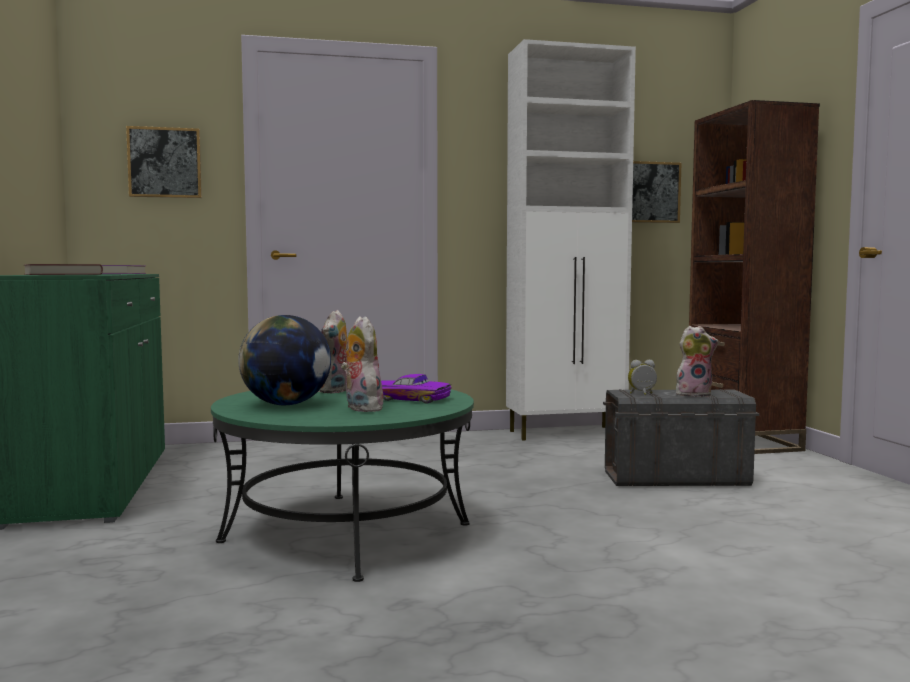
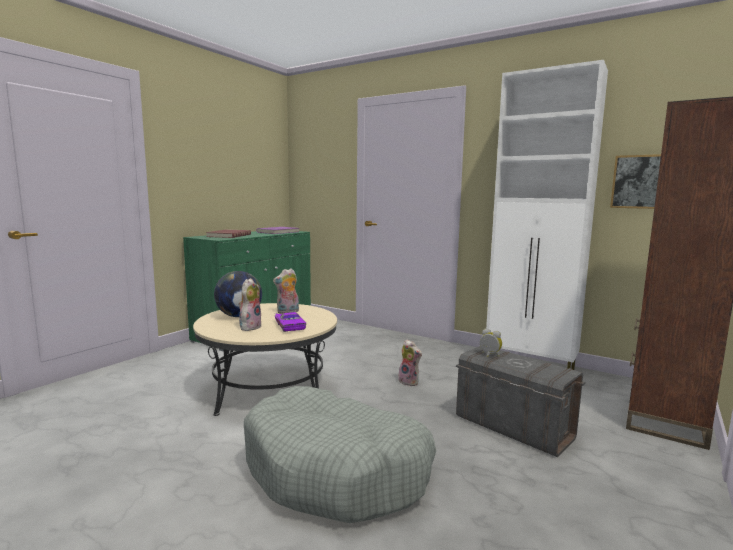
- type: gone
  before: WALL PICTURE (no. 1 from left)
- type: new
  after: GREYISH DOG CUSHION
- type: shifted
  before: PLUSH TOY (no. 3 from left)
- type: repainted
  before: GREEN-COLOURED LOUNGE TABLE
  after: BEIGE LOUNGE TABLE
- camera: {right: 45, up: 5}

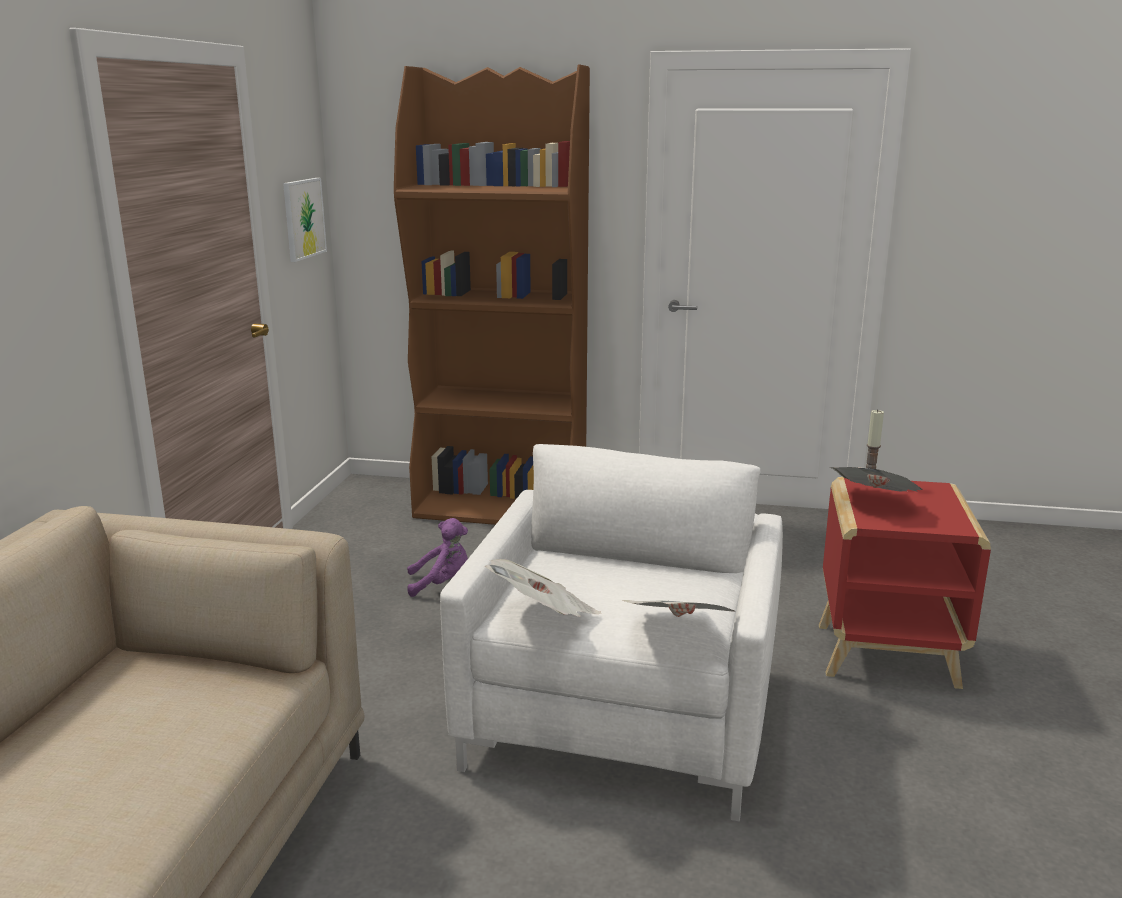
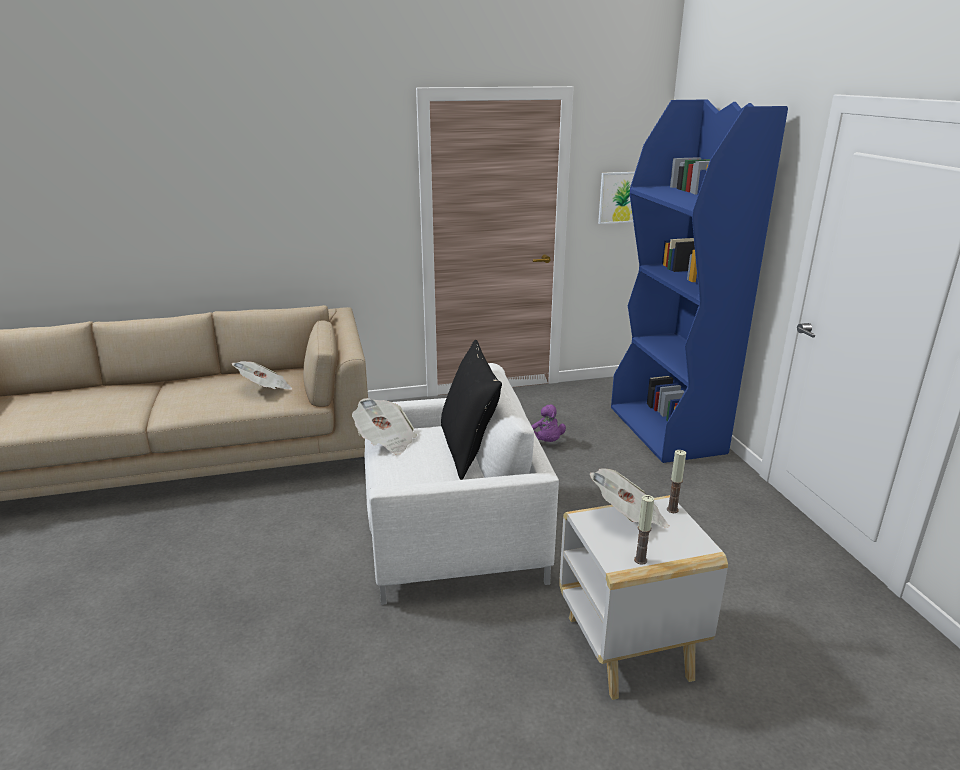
- type: new
  after: BLACKISH PILLOW
- type: new
  after: WAX CANDLE (no. 1 from left)
- type: shifted
  before: PRINTED PAPER (no. 2 from left in the first image)
  after: PRINTED PAPER (no. 1 from left)
- type: repainted
  before: BROWN BOOKSHELF
  after: BLUE-COLOURED BOOKSHELF
- type: repainted
  before: RED SIDE TABLE
  after: WHITISH SIDE TABLE
- camera: {right: 65, up: 5}

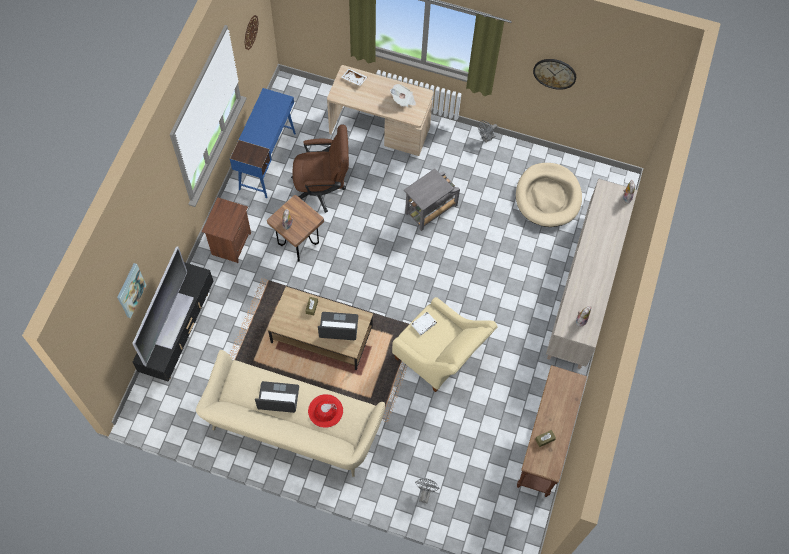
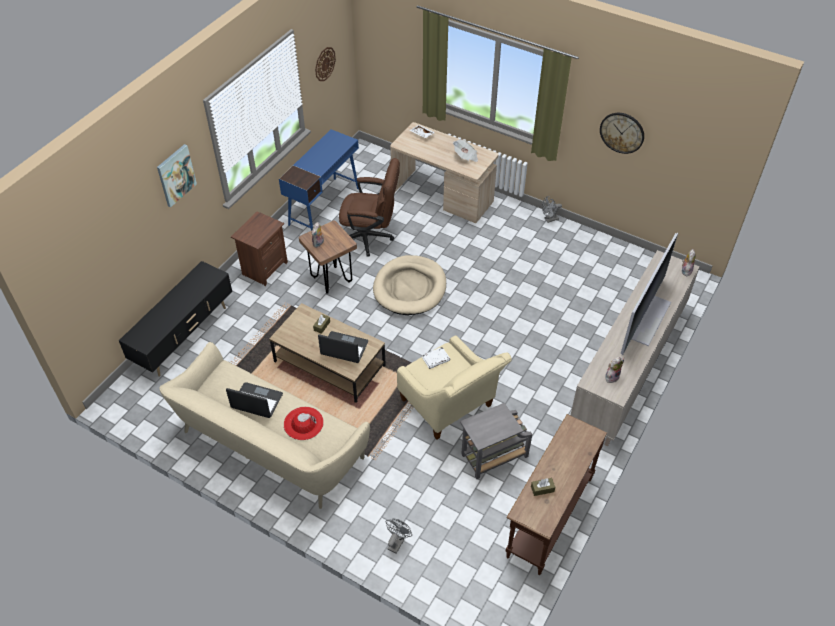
- type: shifted
  before: WALL PICTURE
- type: shifted
  before: TV SET
- type: shifted
  before: GREYISH SIDE TABLE
- type: shifted
  before: BEIGE DOG CUSHION
- camera: {right: 15, up: -15}

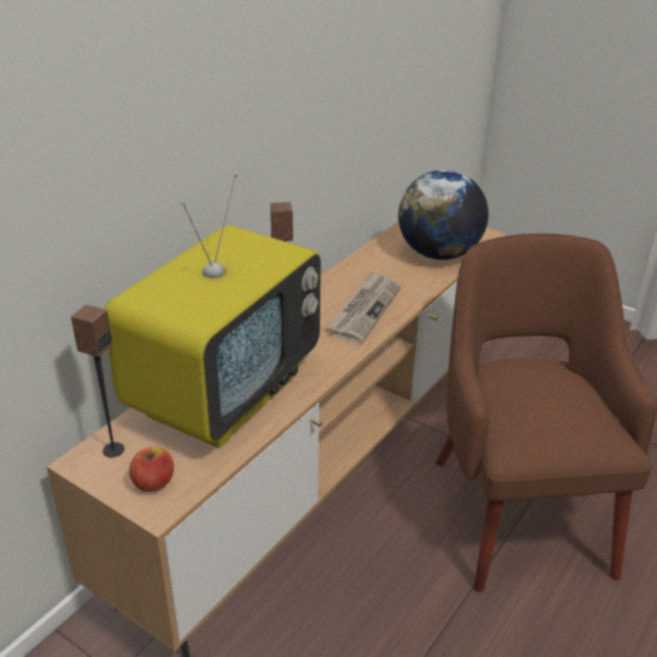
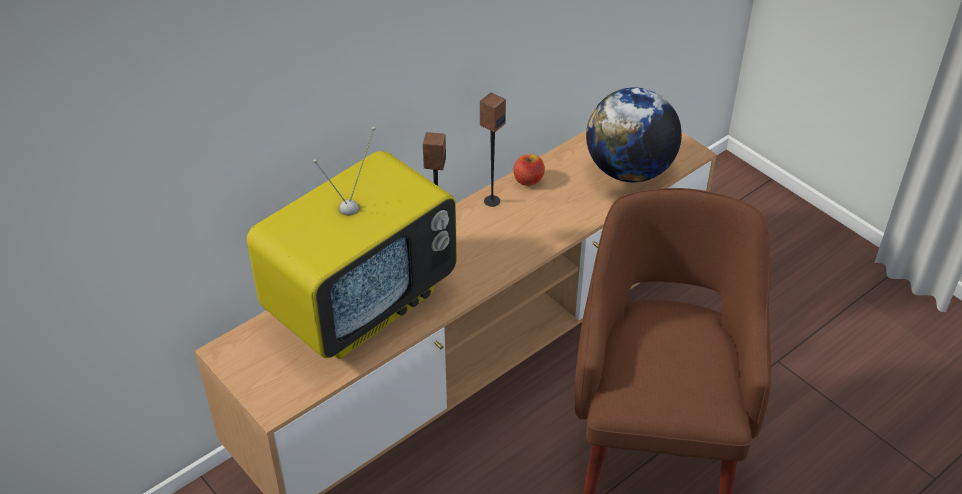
- type: gone
  before: PRINTED PAPER
- type: shifted
  before: SPEAKER (no. 1 from left in the first image)
  after: SPEAKER (no. 2 from left)
- type: shifted
  before: WHOLE APPLE
- camera: {right: 15, up: 10}

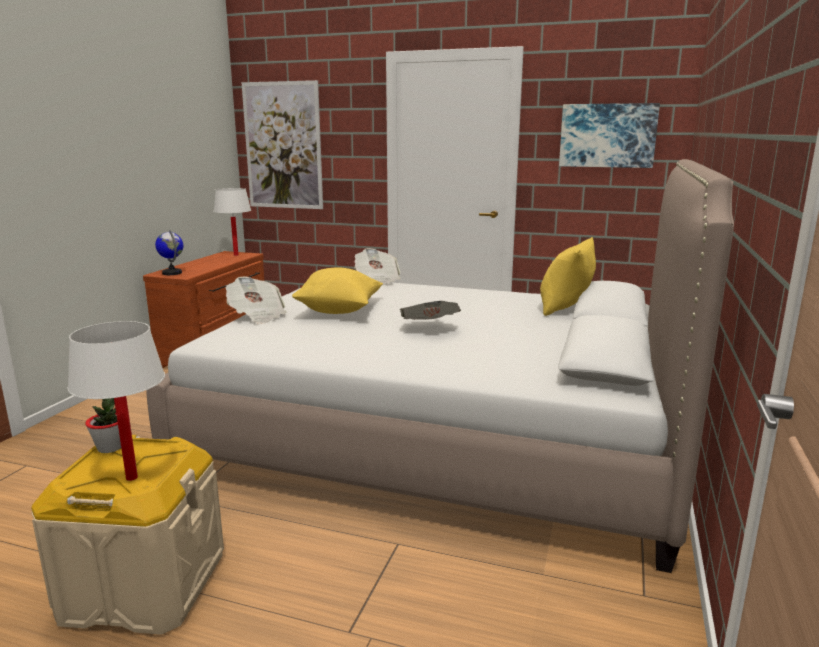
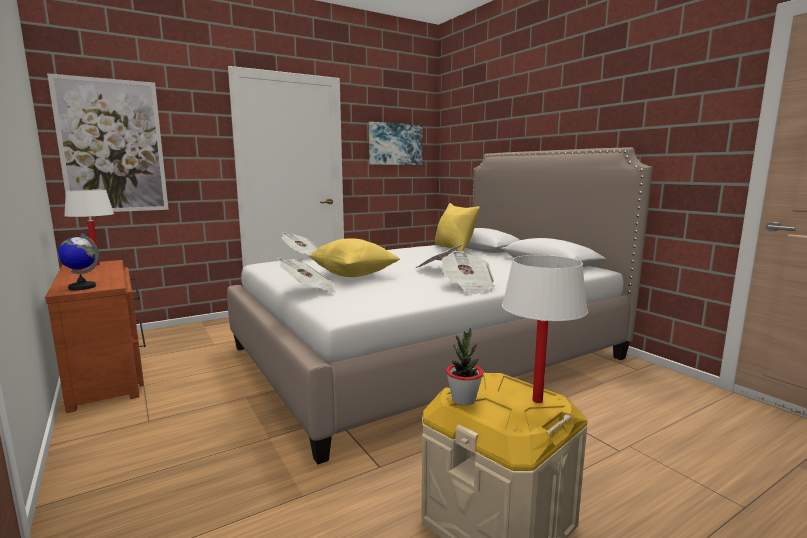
- type: new
  after: PRINTED PAPER (no. 4 from left)
- camera: {right: -50, up: -5}

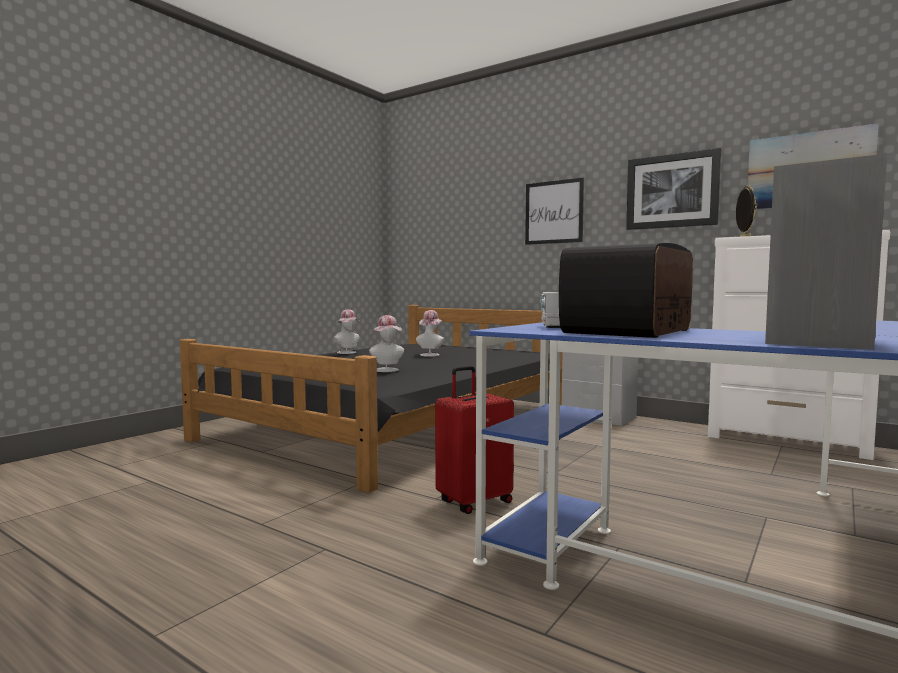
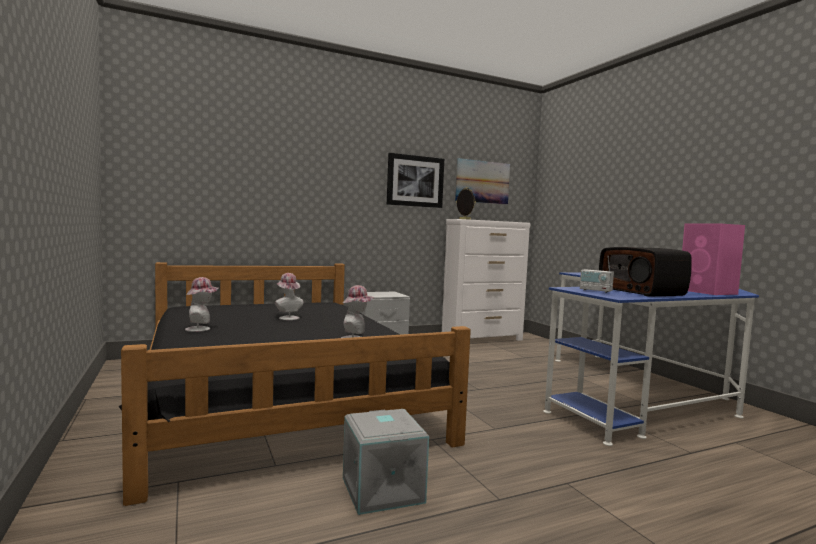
- type: gone
  before: RED SUITCASE
- type: gone
  before: WALL PICTURE (no. 1 from left)
- type: new
  after: GREYISH STORAGE BOX
- type: repainted
  before: GREYISH SPEAKER
  after: PINK-COLOURED SPEAKER
- camera: {right: -60, up: 0}

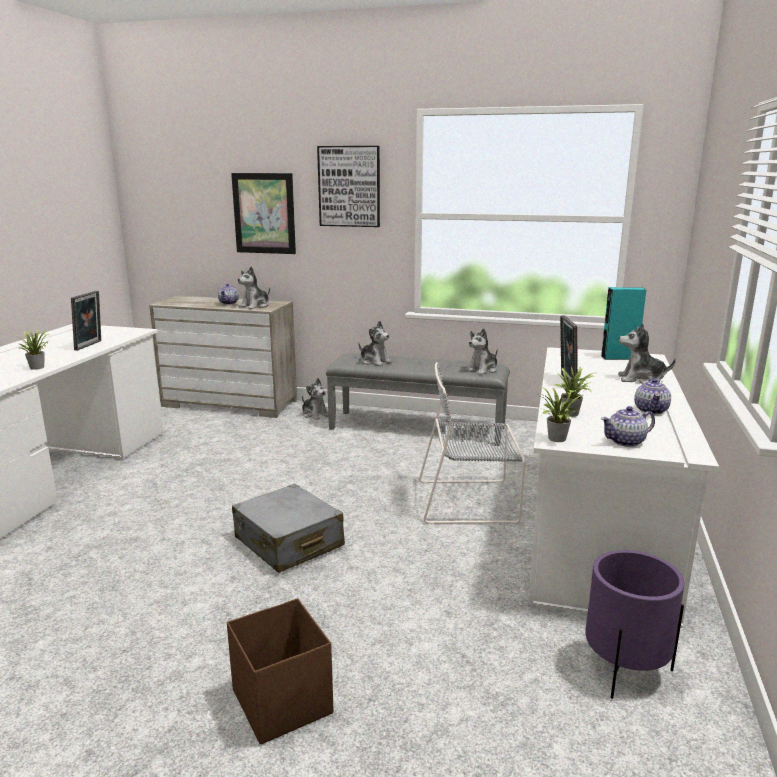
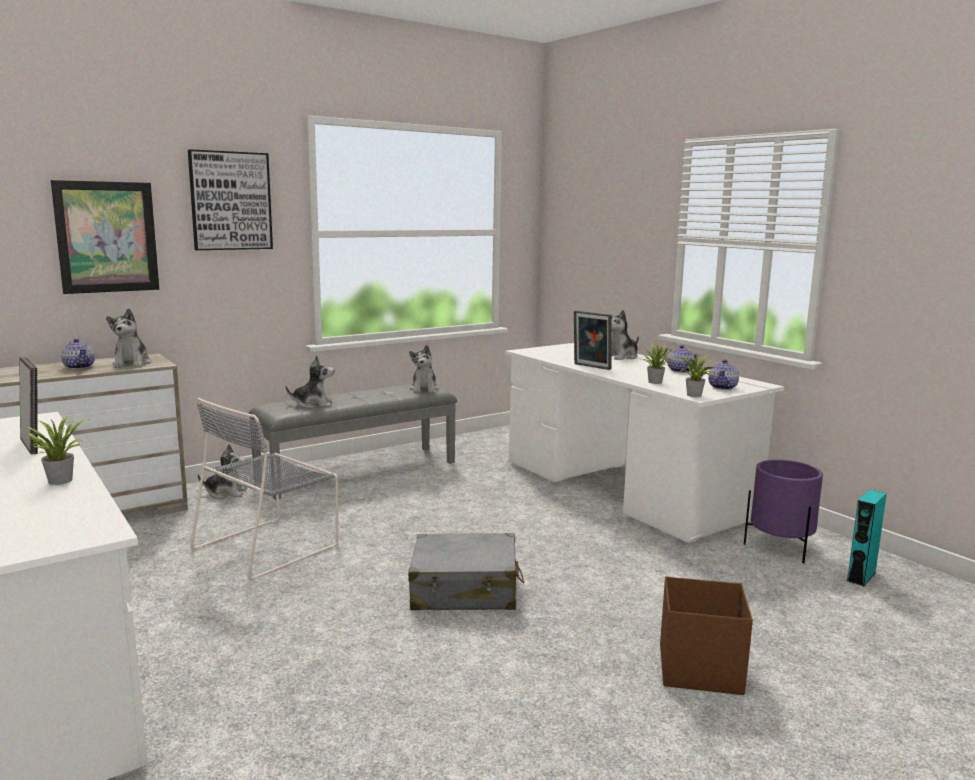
- type: shifted
  before: GREYISH UPRIGHT CHAIR
- type: shifted
  before: TURQUOISE SPEAKER
- camera: {right: -50, up: -5}

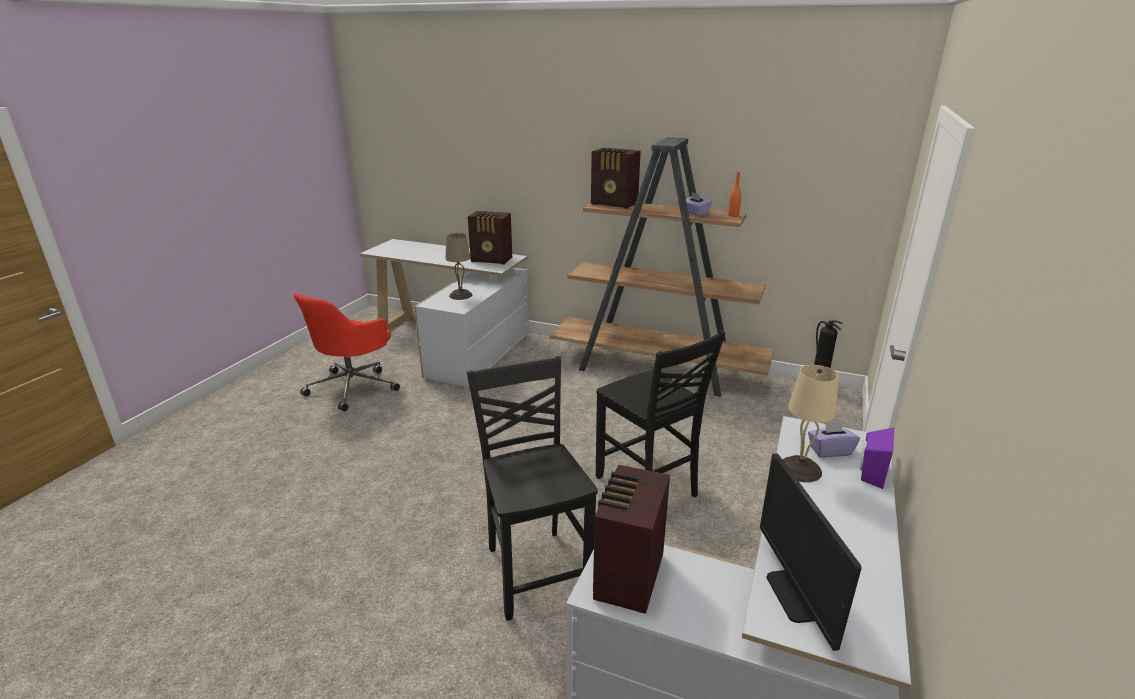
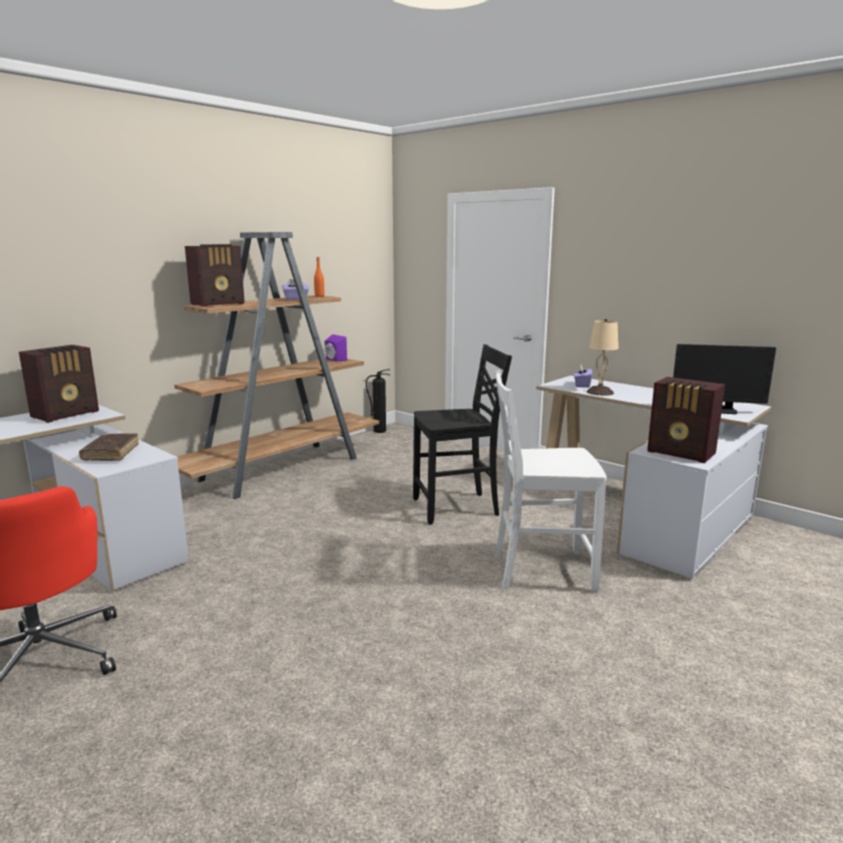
- type: shifted
  before: PURPLISH SPEAKER
- type: swapped
  before: BEIGE TABLE LAMP (no. 1 from left)
  after: BROWN VOLUME
- type: repainted
  before: BLACKISH UPRIGHT CHAIR (no. 1 from left)
  after: WHITISH UPRIGHT CHAIR
- camera: {right: -70, up: -10}

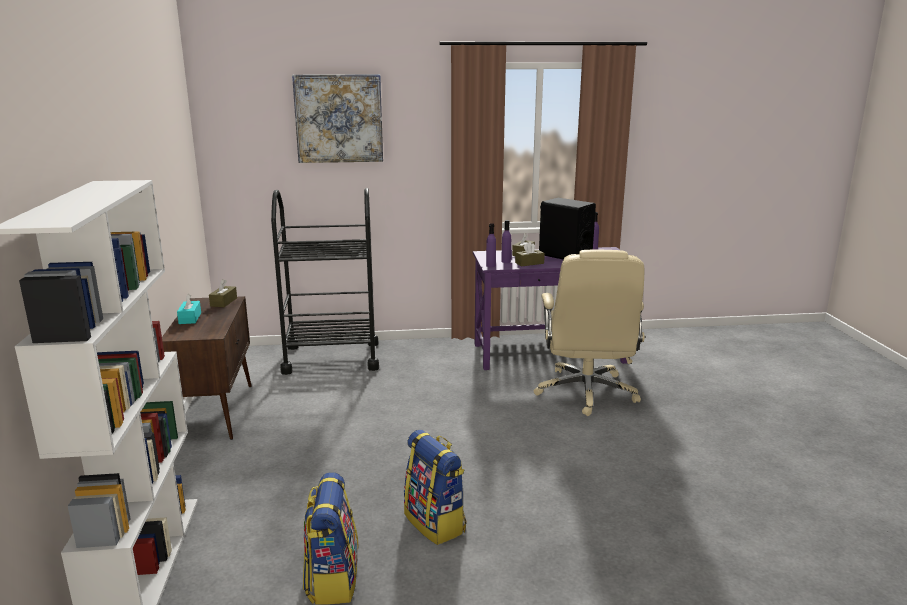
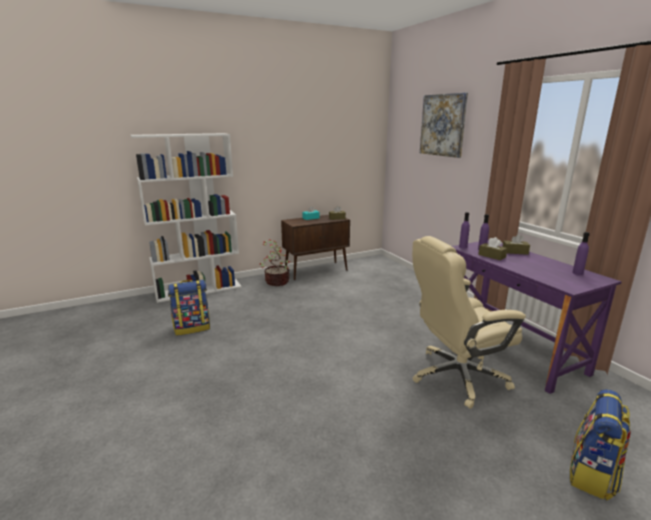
- type: gone
  before: BLACKISH CART
- type: gone
  before: BLACKISH SPEAKER
- type: new
  after: POTTED PLANT
- type: shifted
  before: BACKPACK (no. 2 from left)
- camera: {right: 70, up: 0}

